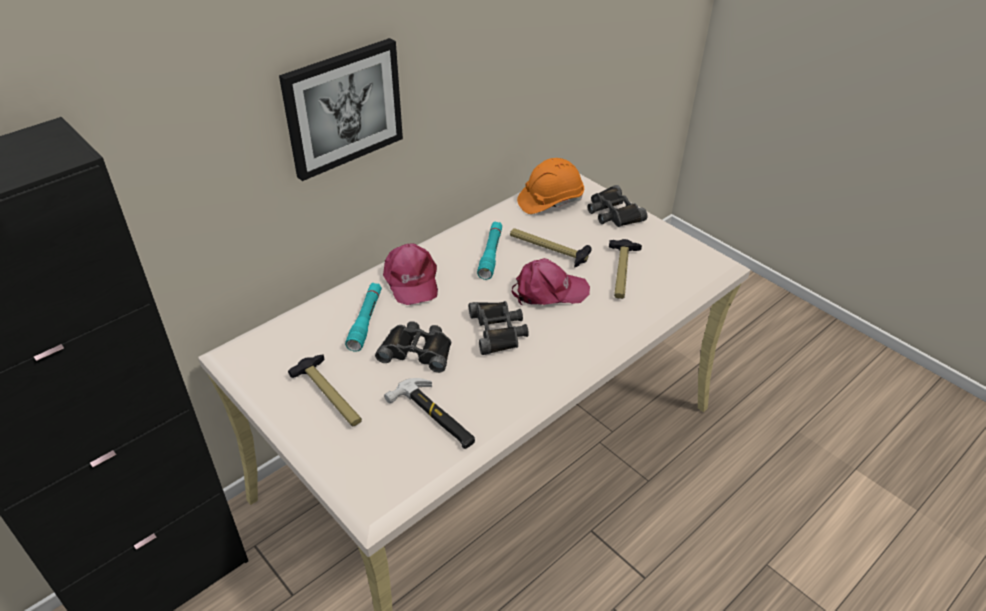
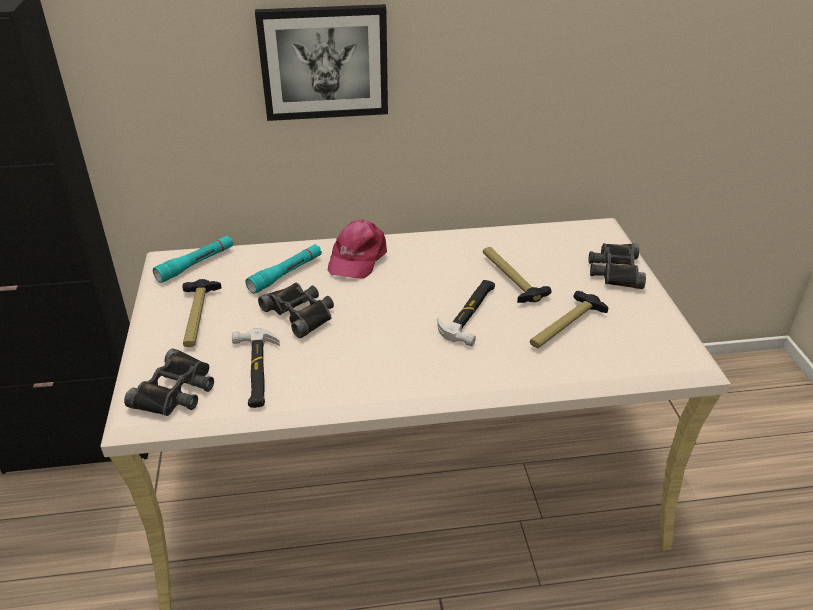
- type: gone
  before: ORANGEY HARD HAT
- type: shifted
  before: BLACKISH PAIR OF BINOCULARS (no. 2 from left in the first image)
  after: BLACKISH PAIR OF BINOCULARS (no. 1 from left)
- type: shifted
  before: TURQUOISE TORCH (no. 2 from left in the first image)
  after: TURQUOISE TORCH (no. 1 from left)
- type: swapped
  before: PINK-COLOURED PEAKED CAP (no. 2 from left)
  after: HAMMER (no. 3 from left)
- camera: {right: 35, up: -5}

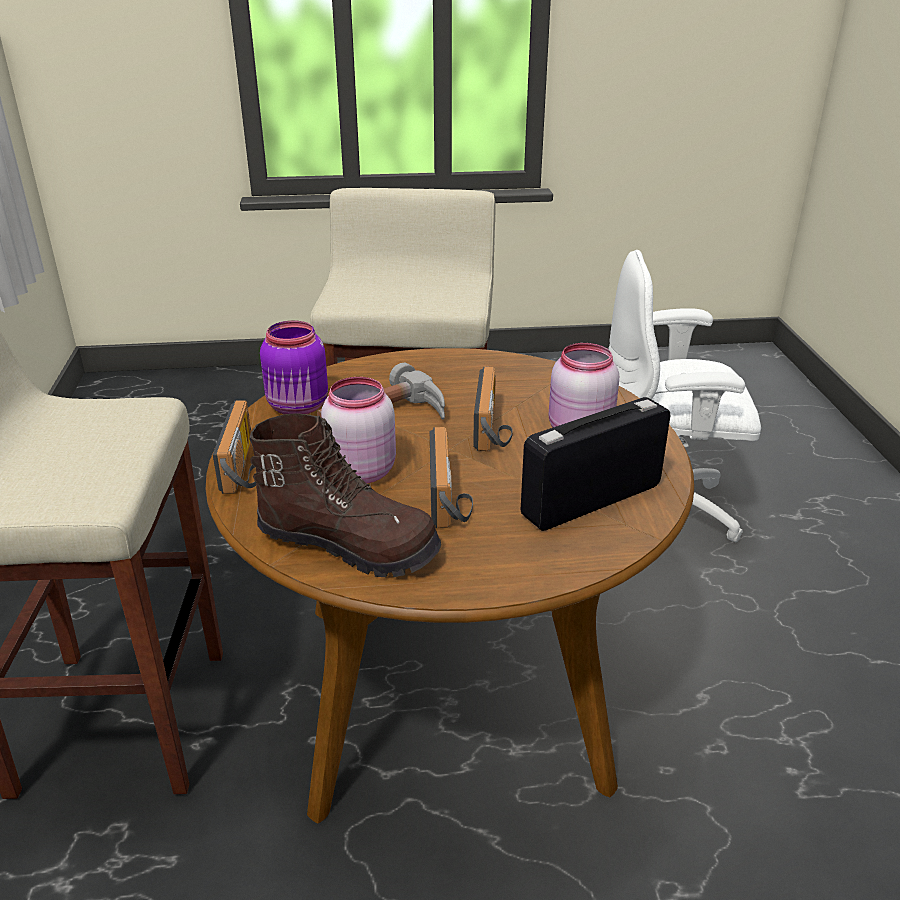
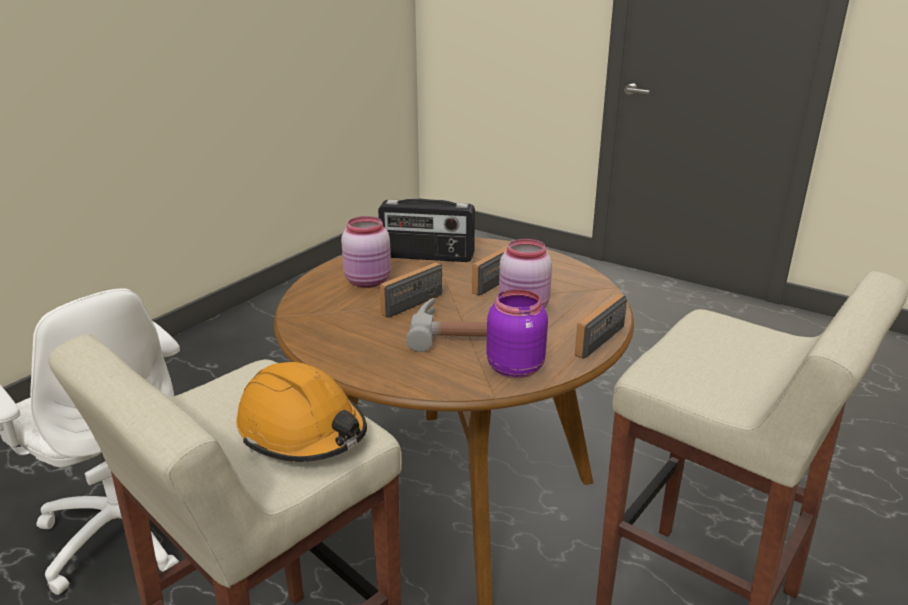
- type: gone
  before: BROWN HIGH-TOP BOOT
- type: new
  after: ORANGEY HARD HAT
- camera: {right: -140, up: -5}

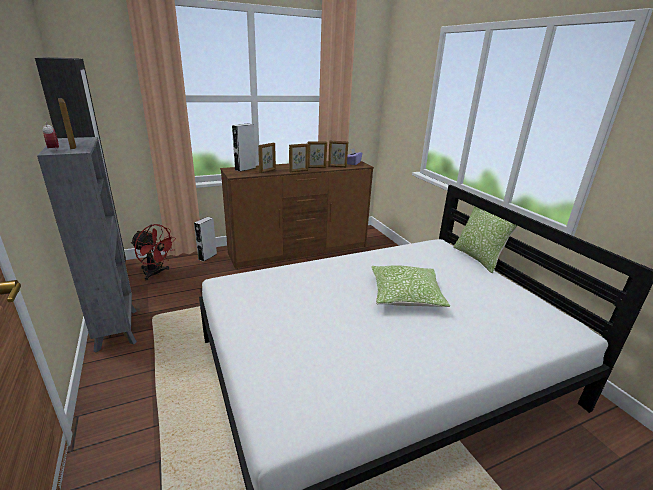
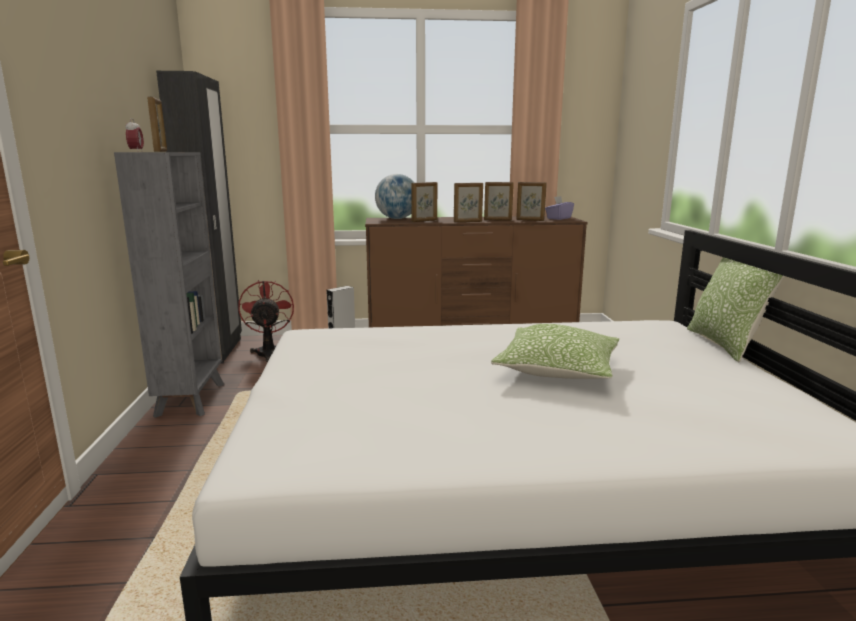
- type: swapped
  before: GREYISH SPEAKER (no. 2 from left)
  after: DESK GLOBE
- type: rotated
  before: RED ELECTRIC FAN
  turn: -150
- camera: {right: 20, up: -10}

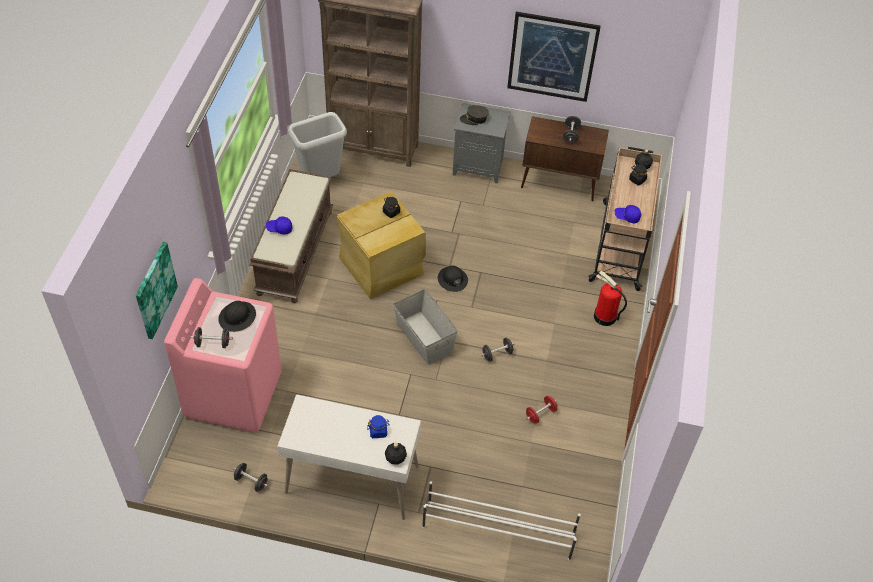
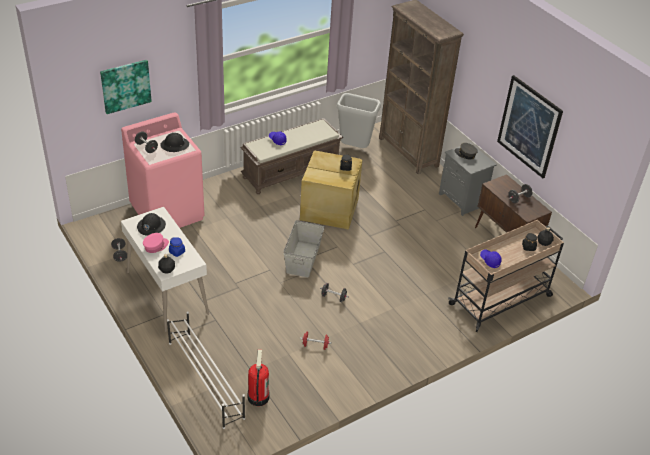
- type: new
  after: PINK-COLOURED PEAKED CAP
- type: shifted
  before: BLACKISH HARD HAT (no. 2 from left in the first image)
  after: BLACKISH HARD HAT (no. 1 from left)
- type: shifted
  before: FIRE-FIGHTING CYLINDER
- camera: {right: 45, up: -10}

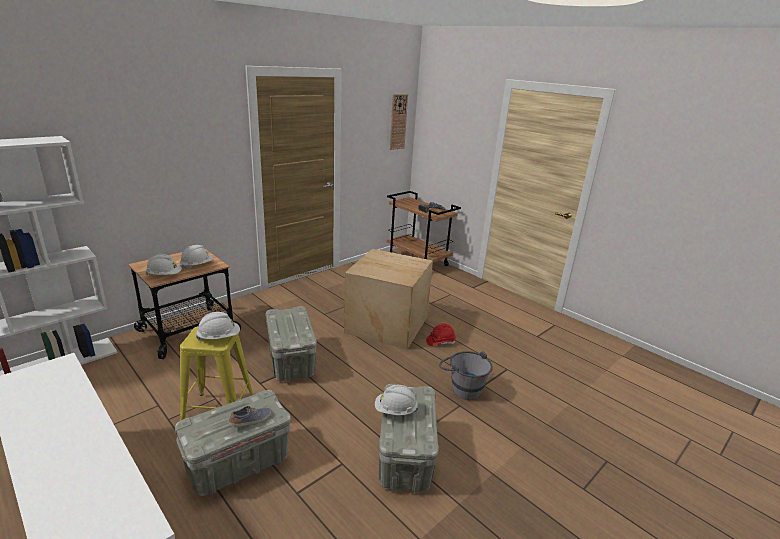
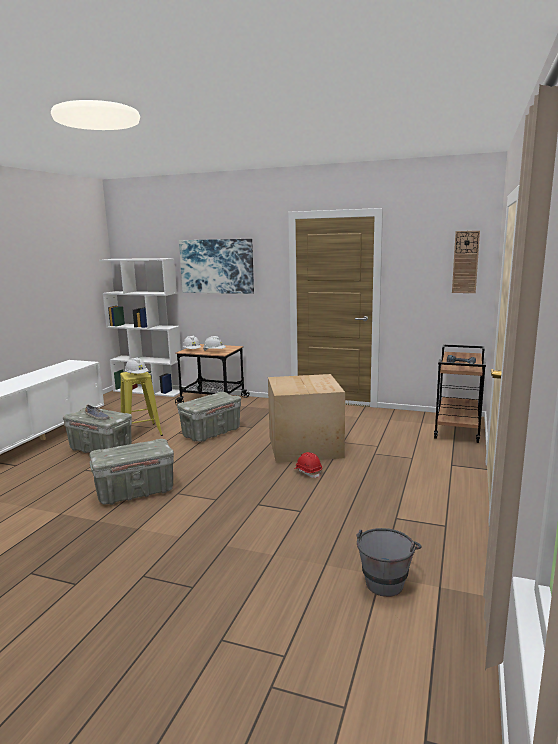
- type: gone
  before: WHITISH HARD HAT (no. 4 from left)
- type: new
  after: WALL PICTURE
- type: shifted
  before: GREYISH PAIL
- camera: {right: 65, up: -10}

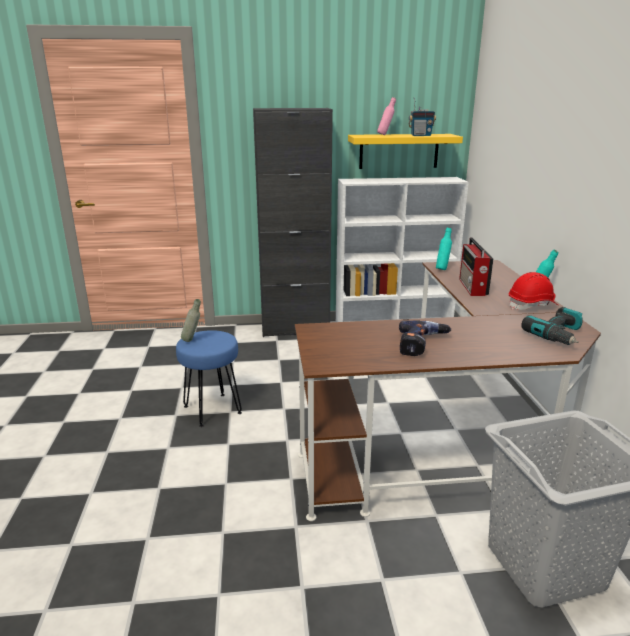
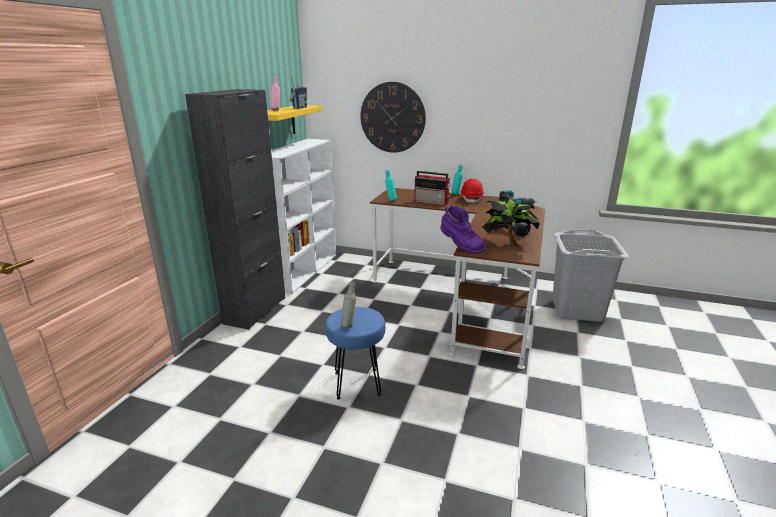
- type: new
  after: CLOCK ON THE WALL
- type: new
  after: PURPLISH HIGH-TOP BOOT
- type: new
  after: POTTED PLANT
- camera: {right: -65, up: 0}

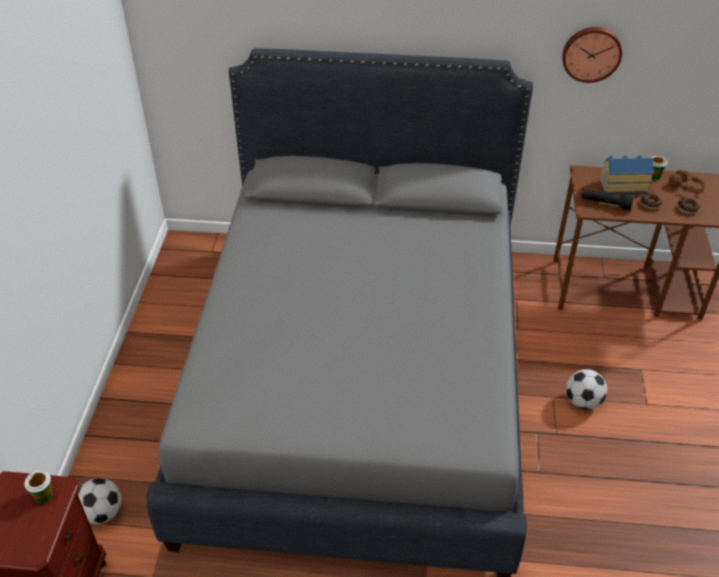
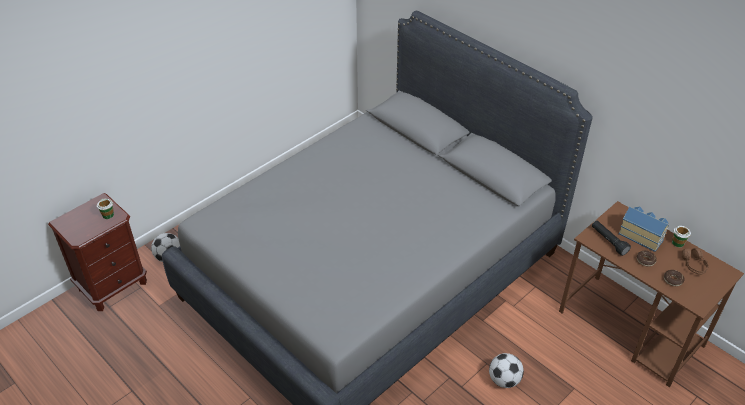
- type: gone
  before: CLOCK ON THE WALL
- camera: {right: 40, up: 0}

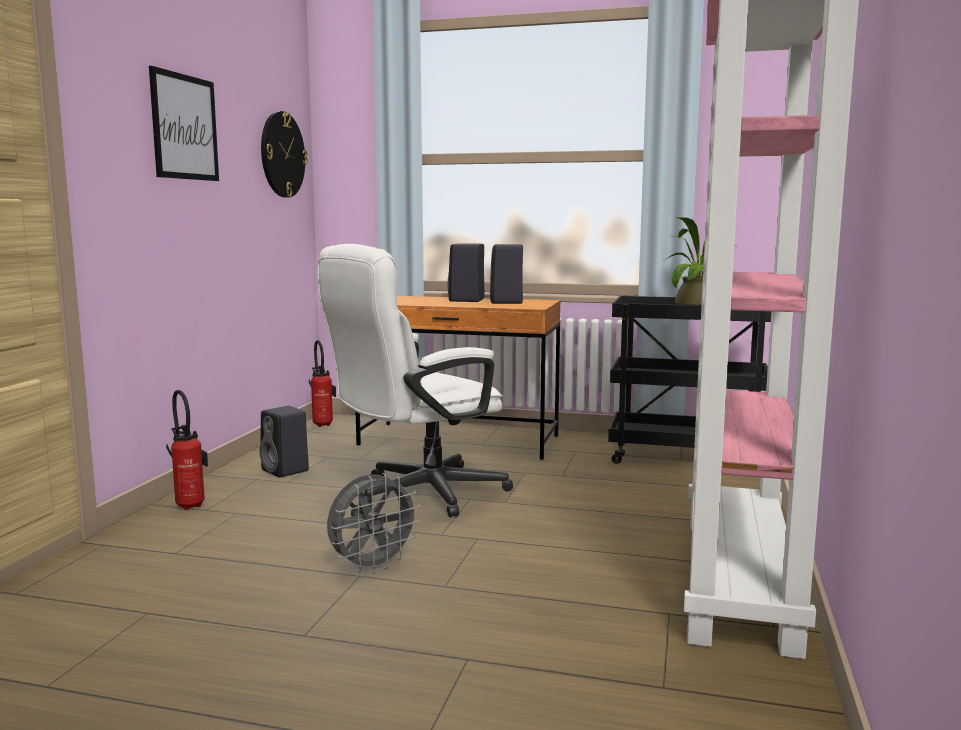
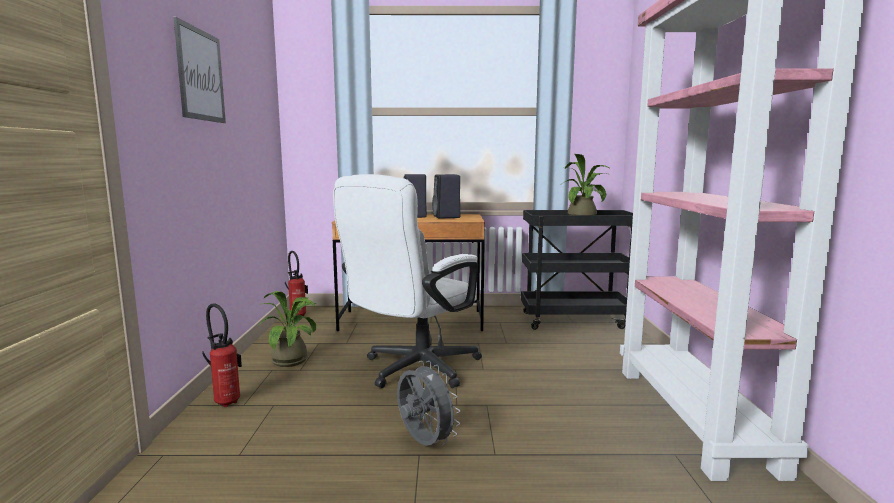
- type: gone
  before: CLOCK ON THE WALL
- type: swapped
  before: BLACKISH SPEAKER (no. 1 from left)
  after: POTTED PLANT (no. 1 from left)
- type: rotated
  before: GREYISH ELECTRIC FAN
  turn: -75
- camera: {right: -15, up: 0}

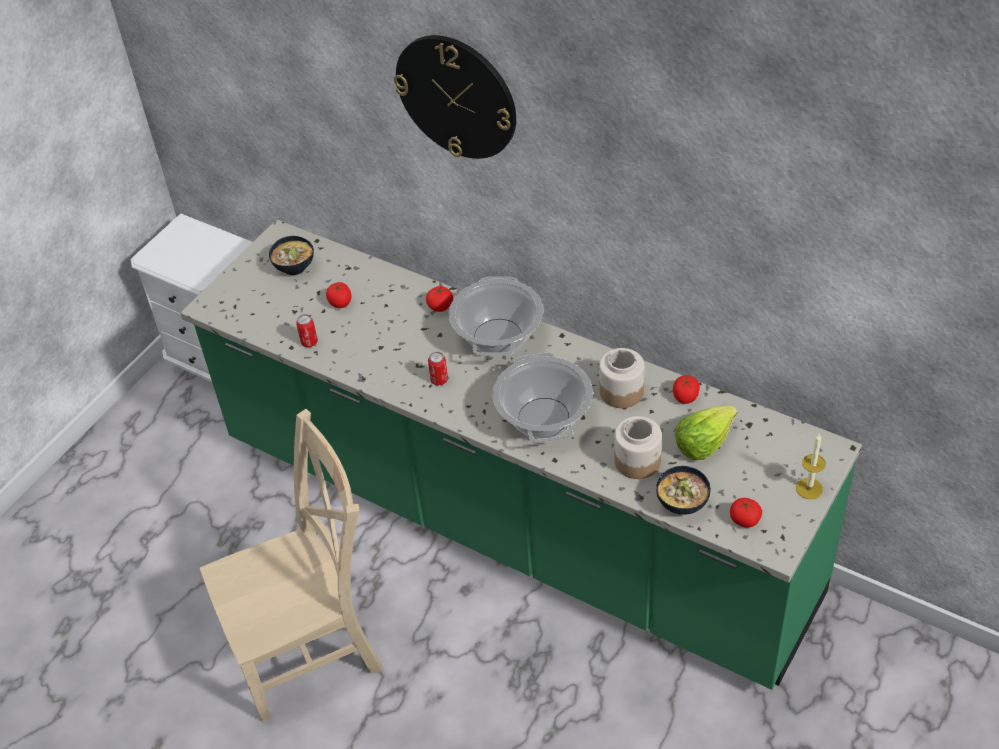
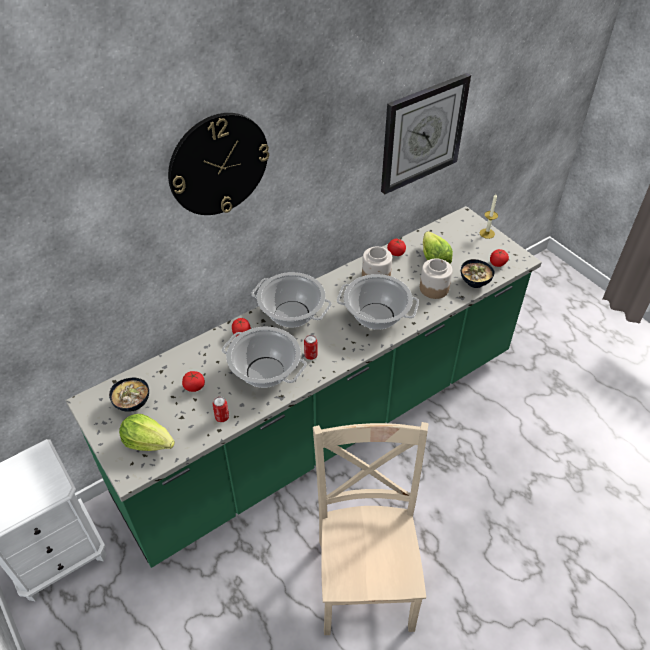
- type: new
  after: HEAD OF LETTUCE (no. 1 from left)
- type: new
  after: COOKING POT (no. 1 from left)
- type: new
  after: CLOCK ON THE WALL (no. 2 from left)
- camera: {right: -70, up: 0}

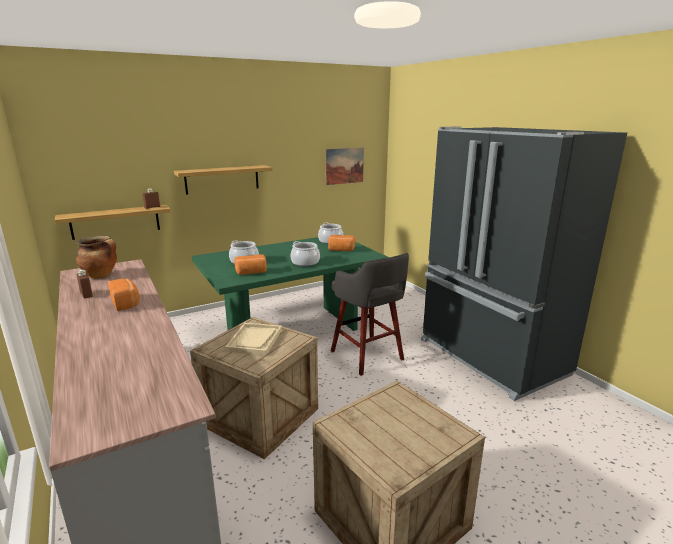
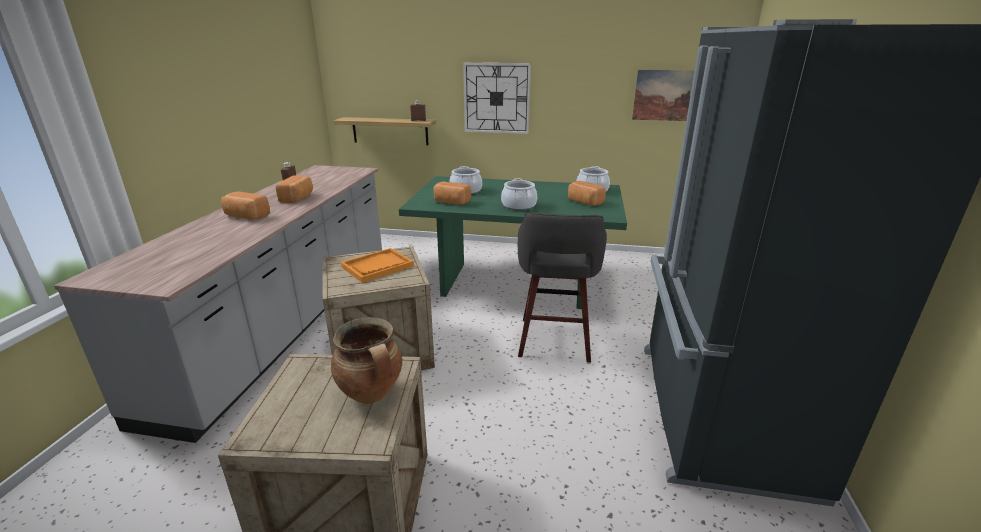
- type: new
  after: BAKED BREAD (no. 1 from left)
- type: shifted
  before: COOKING POT (no. 1 from left)
- type: swapped
  before: WALL SHELF (no. 2 from left)
  after: CLOCK ON THE WALL
- type: repainted
  before: BEIGE CARRYING TRAY
  after: ORANGEY CARRYING TRAY
- camera: {right: 40, up: 5}

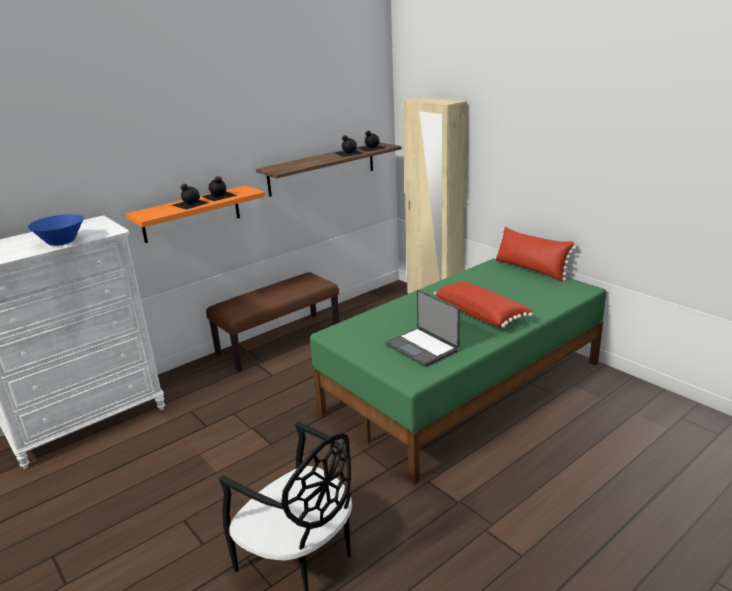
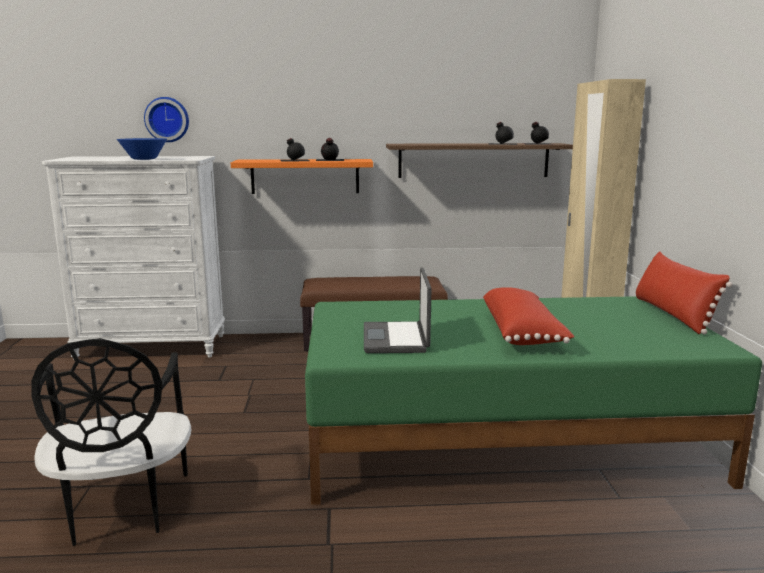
- type: new
  after: CLOCK ON THE WALL
- camera: {right: 35, up: -10}

